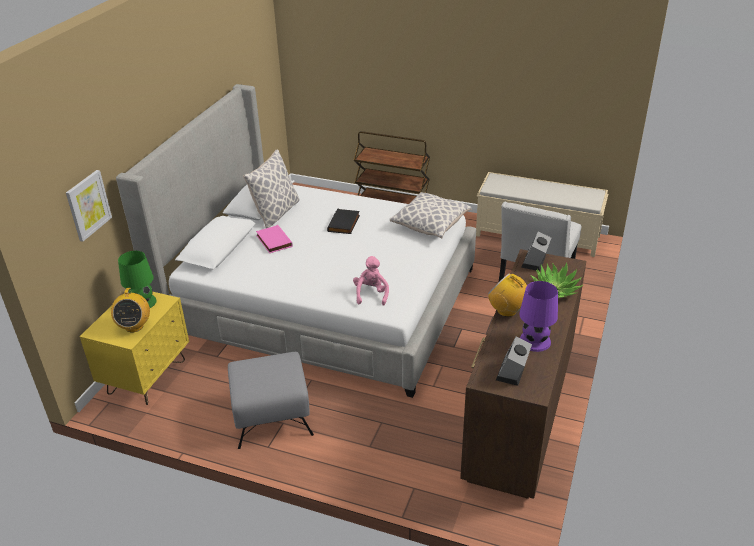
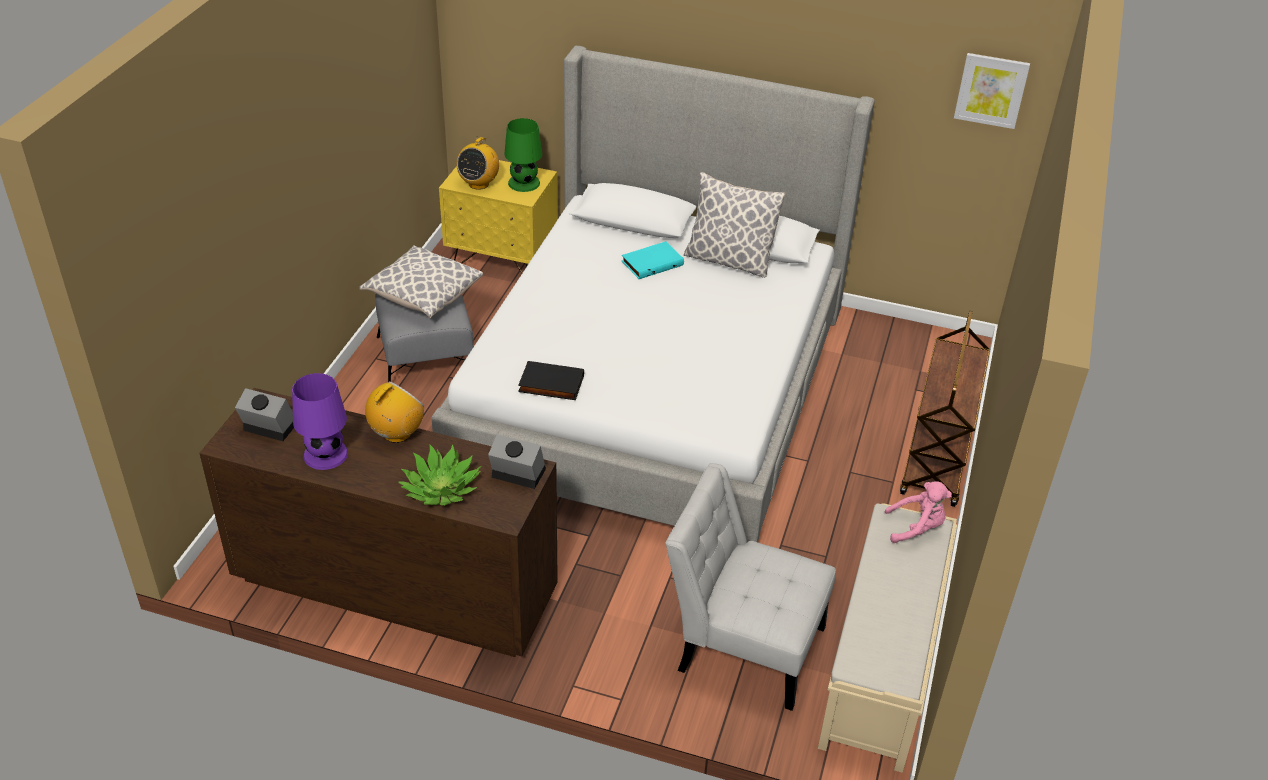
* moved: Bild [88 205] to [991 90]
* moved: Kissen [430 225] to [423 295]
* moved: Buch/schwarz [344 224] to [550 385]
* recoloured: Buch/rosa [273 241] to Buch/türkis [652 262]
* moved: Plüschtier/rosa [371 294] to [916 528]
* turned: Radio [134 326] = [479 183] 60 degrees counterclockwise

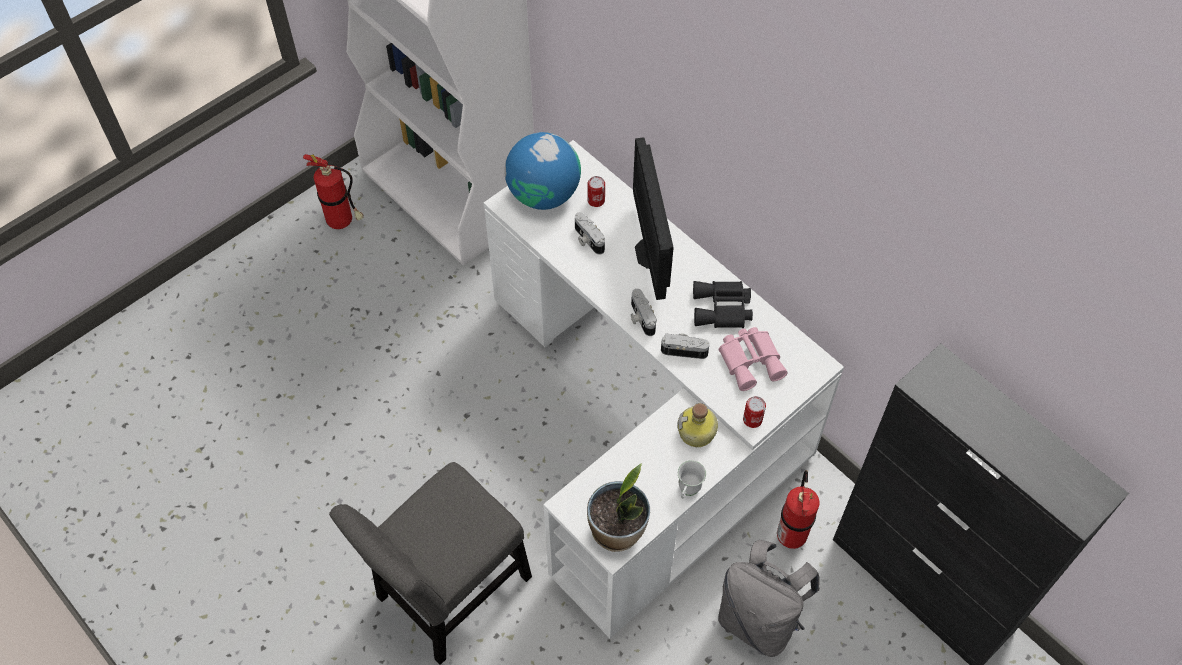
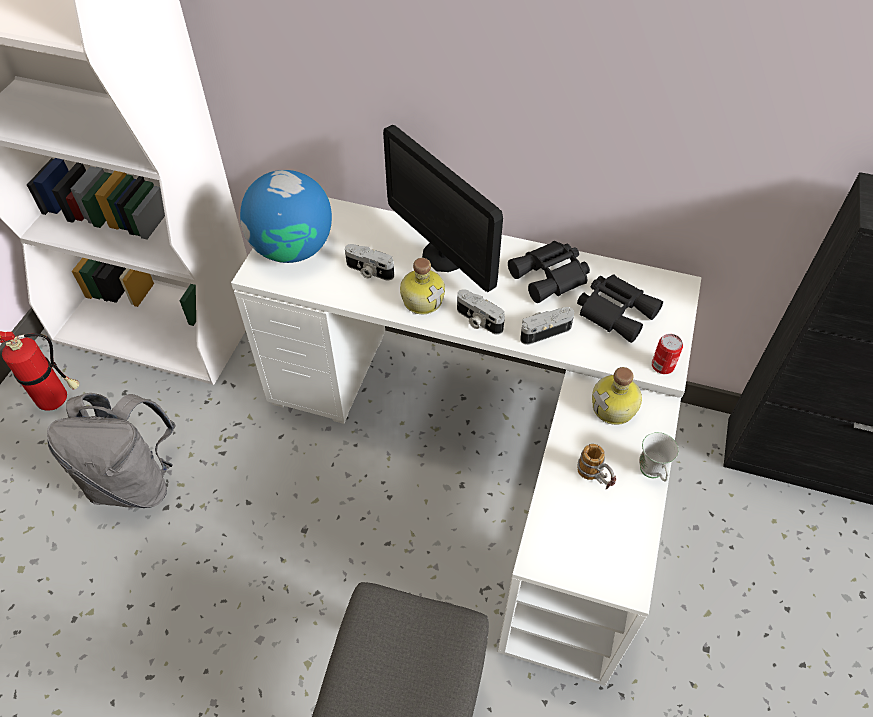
* removed: Dose [596 200]
* recoloured: Fernglas/rosa [751 360] to Fernglas/schwarz [615 310]
* removed: Topfpflanze [617 531]
* removed: Feuerlöscher [791 533]
* moved: Rucksack/grau [759 619] to [136 482]
* added: Flasche [422 299]
* added: Henkelbecher [595 478]

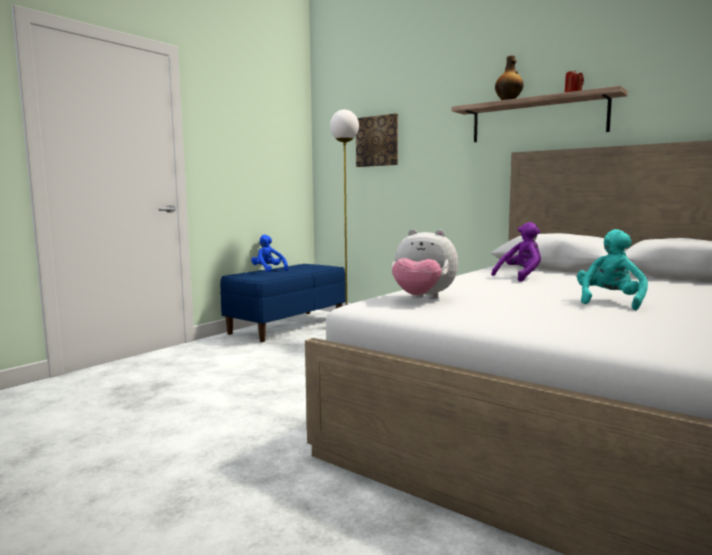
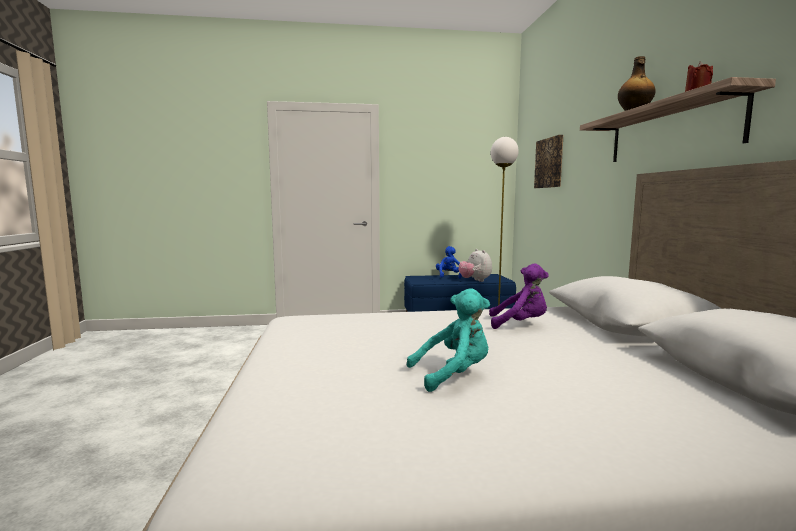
* moved: Plüschtier [422 299] to [475 280]

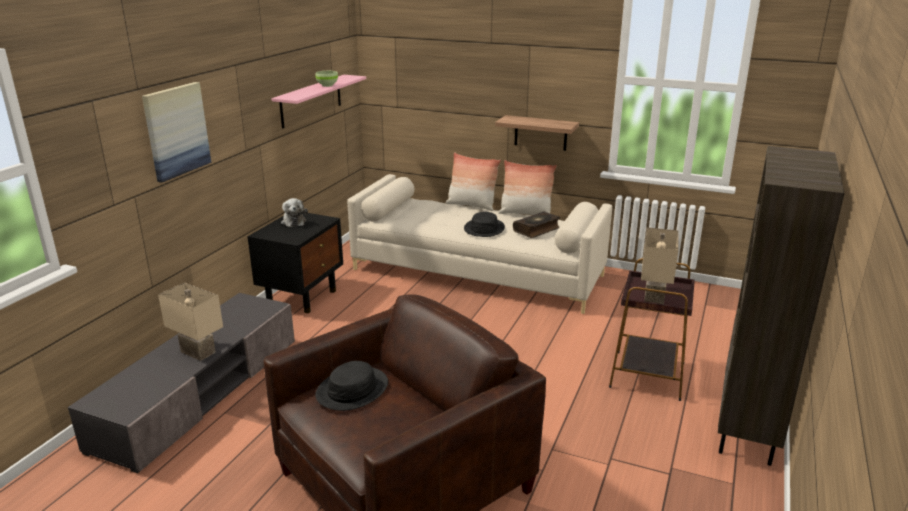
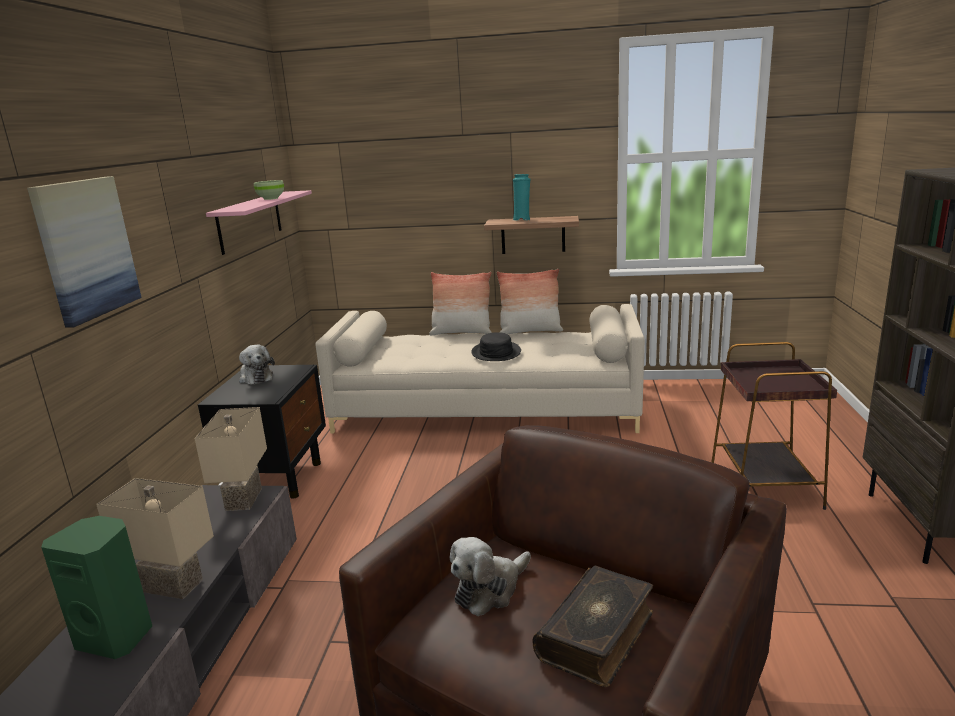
* moved: Buch [537 230] to [597 635]
* moved: Tischlampe/beige [652 297] to [242 499]
* replaced: Hut/schwarz [352 390] to Plüschtier [489 589]
* added: Vase/türkis [522 220]
* added: Lautsprecher/grün [117 636]

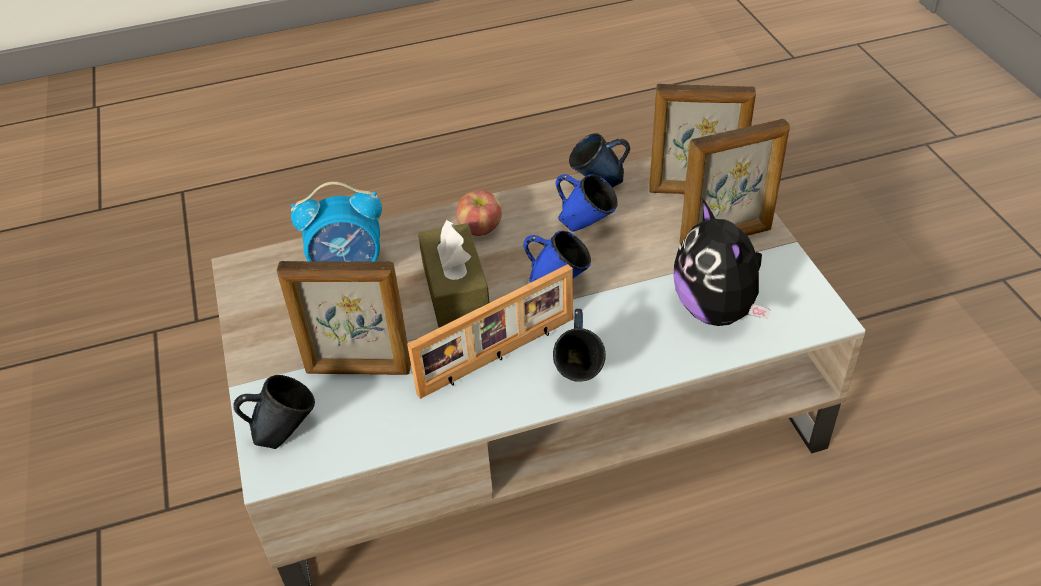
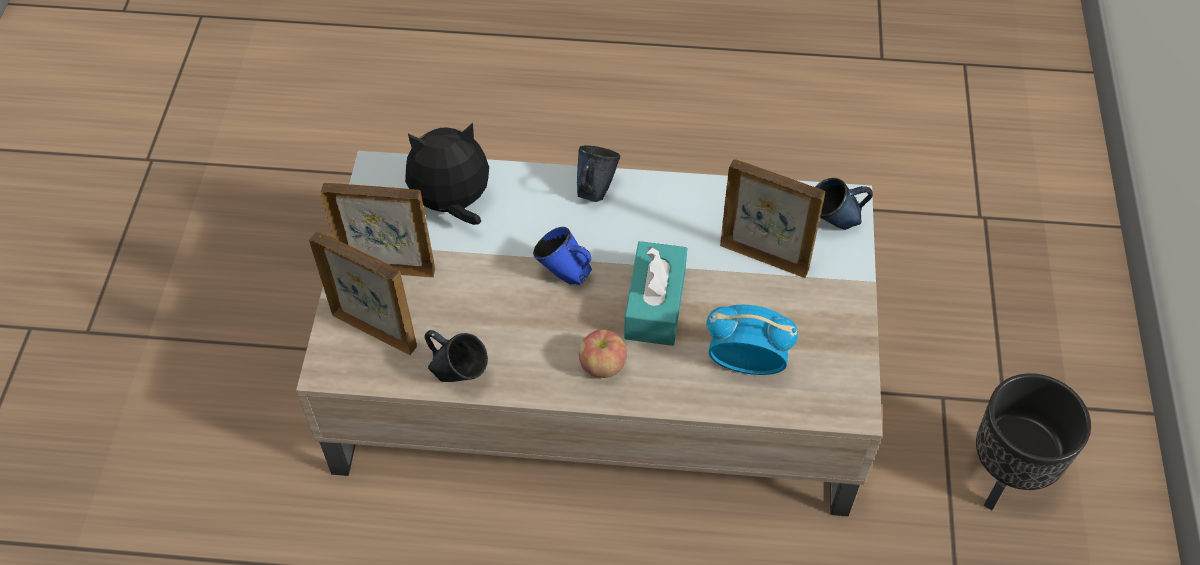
* removed: Henkelbecher/blau [585 226]
* turned: Plüschtier [717 310] = [452 205] 105 degrees counterclockwise
* recoloured: Taschentuchbox/braun [455 289] to Taschentuchbox/türkis [655 304]
* removed: Bilderrahmen [498 357]
* added: Pflanzkübel/schwarz [1004 478]

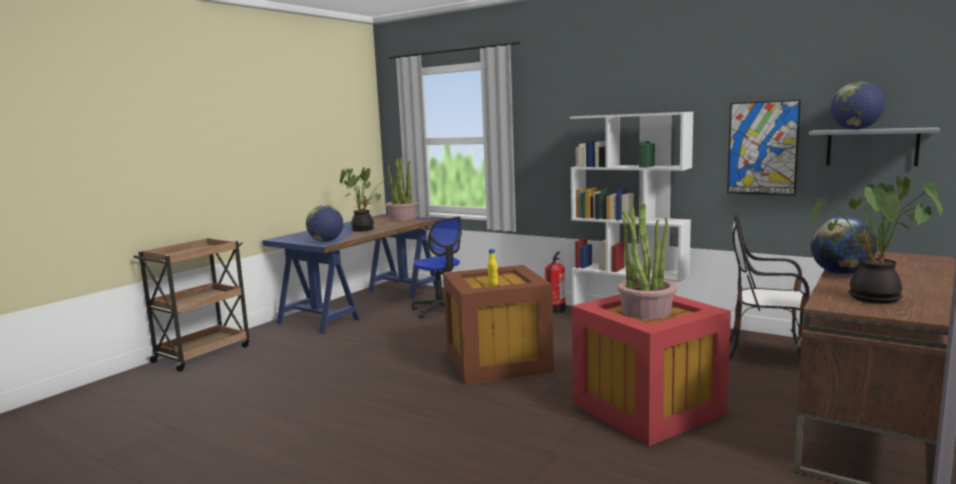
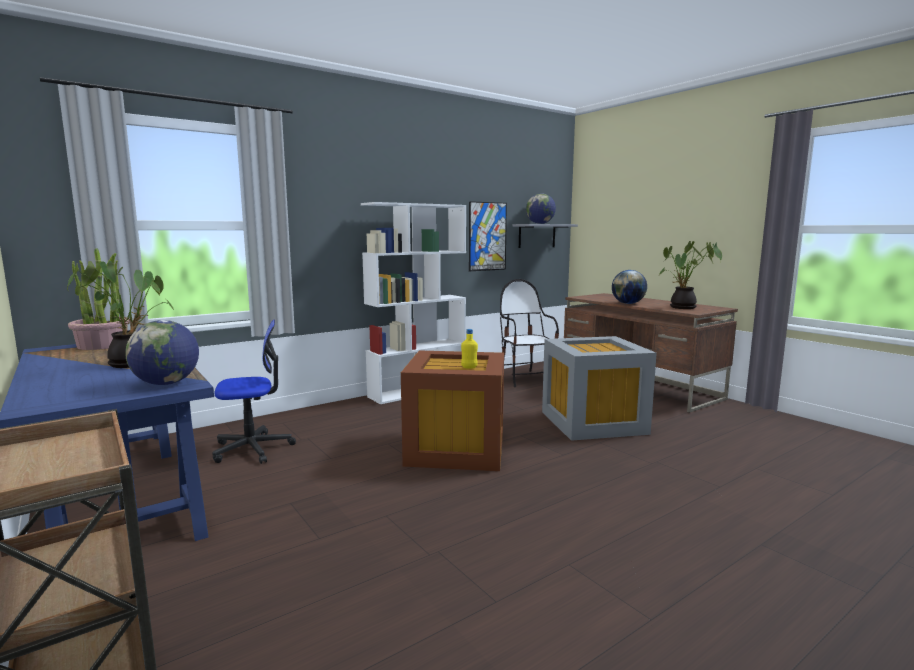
* removed: Topfpflanze [646 311]
* turned: Stuhl [766 353] = [526 379] 120 degrees clockwise
* removed: Feuerlöscher [555 310]
* recoloured: Aufbewahrungsbox/rot [650 409] to Aufbewahrungsbox/grau [593 422]

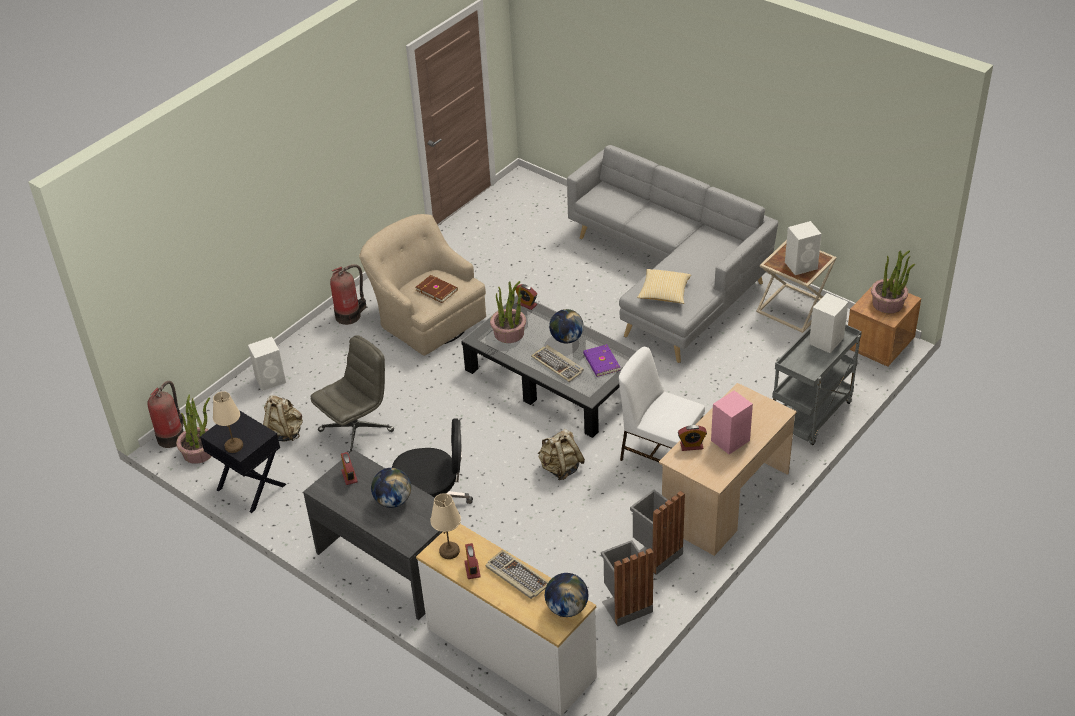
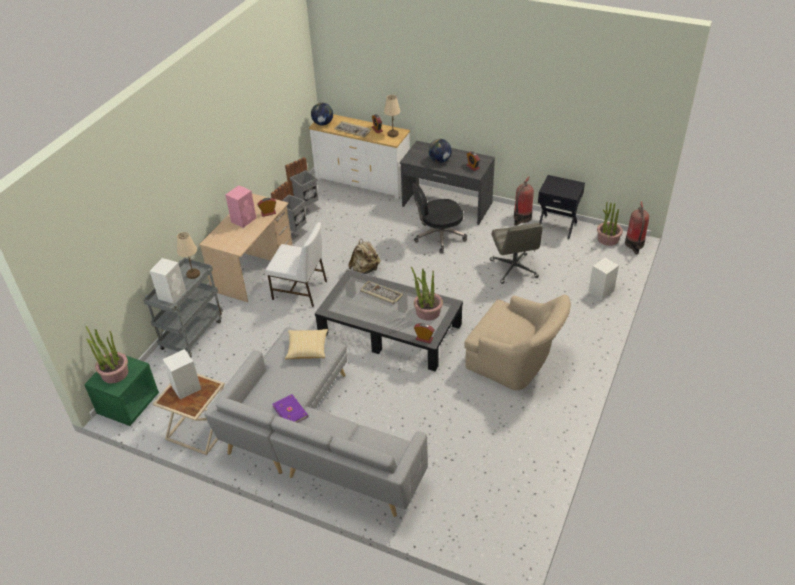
* moved: Feuerlöscher [350 315] to [521 218]
* removed: Buch/braun [437 290]
* recoloured: Nachttisch/braun [879 345] to Nachttisch/grün [129 404]
* removed: Globus [566 339]
* turned: Bürostuhl/grau [357 430] = [514 269] 45 degrees counterclockwise
* moved: Buch/lila [601 362] to [291 411]
* moved: Tischlampe/beige [234 446] to [192 274]
* removed: Rucksack/beige [285 432]

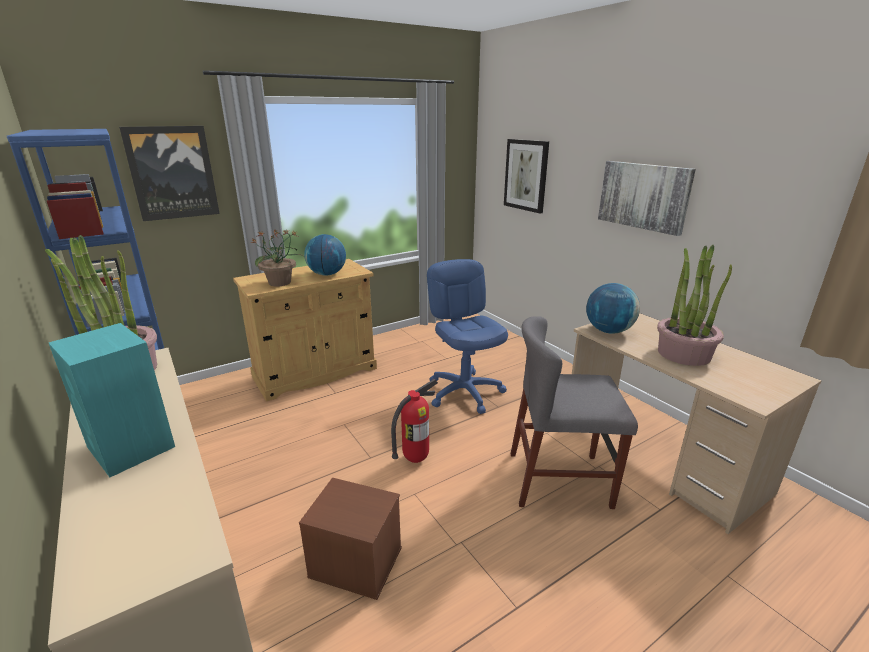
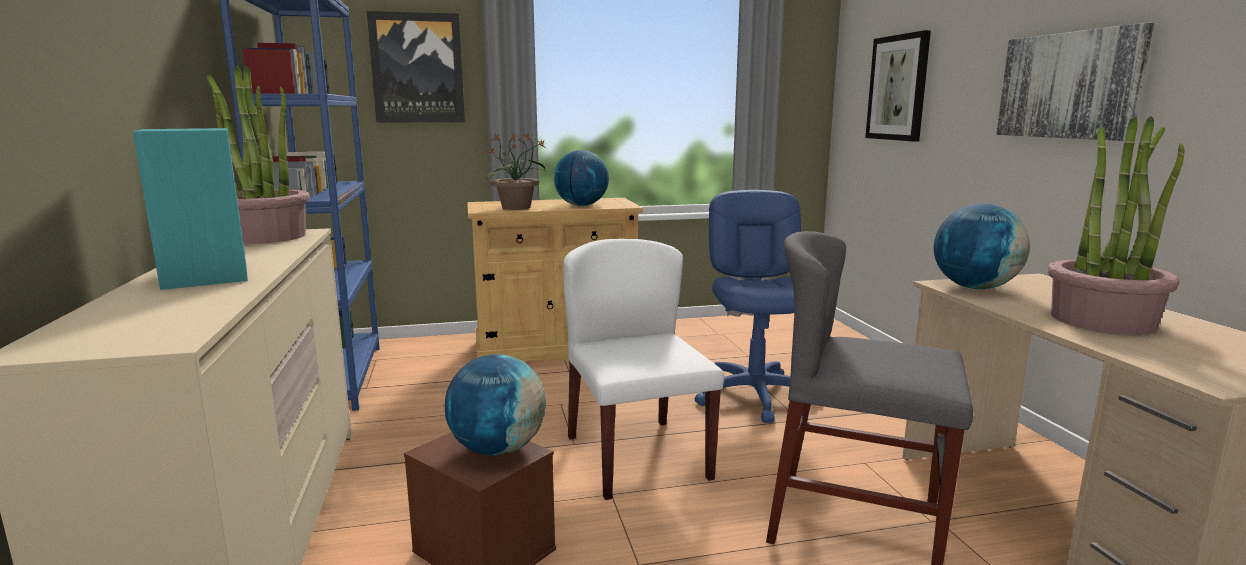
* replaced: Feuerlöscher [415 458] to Stuhl/weiß [636 456]
* added: Globus [497 449]

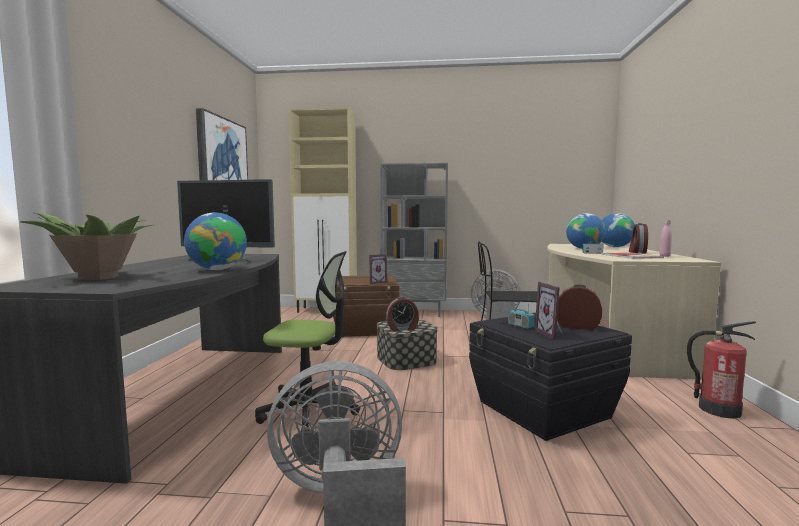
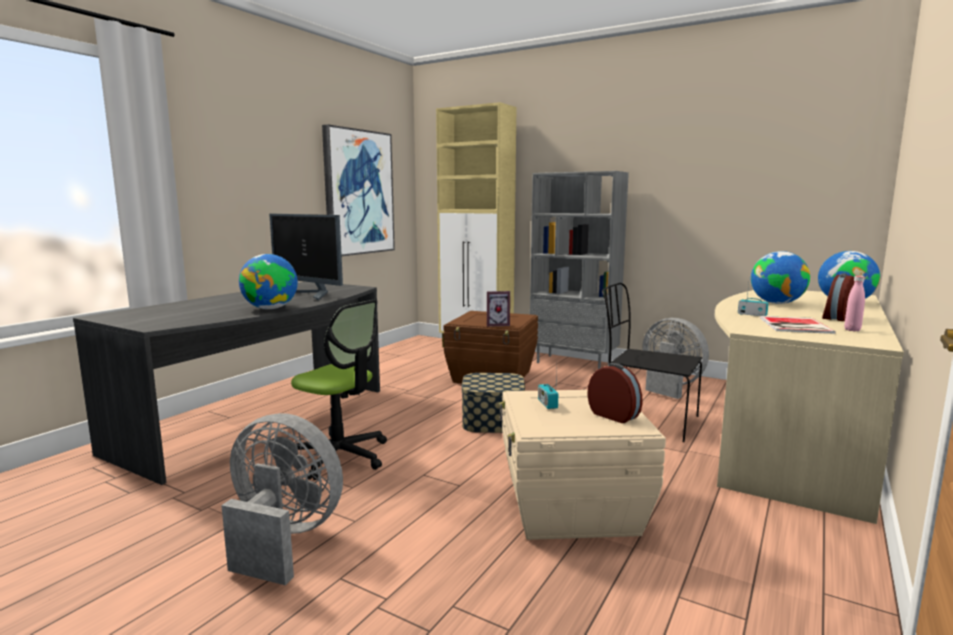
* removed: Topfpflanze [98 277]
* removed: Bilderrahmen [552 334]
* removed: Wecker [402 328]
* recoloured: Aufbewahrungsbox/schwarz [543 410] to Aufbewahrungsbox/beige [571 508]
* removed: Feuerlöscher [718 410]

